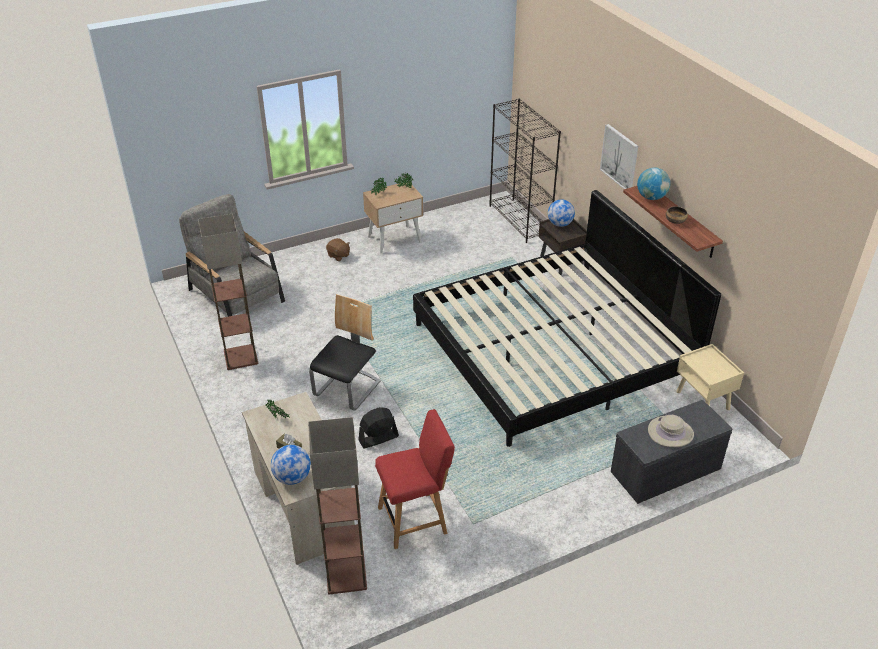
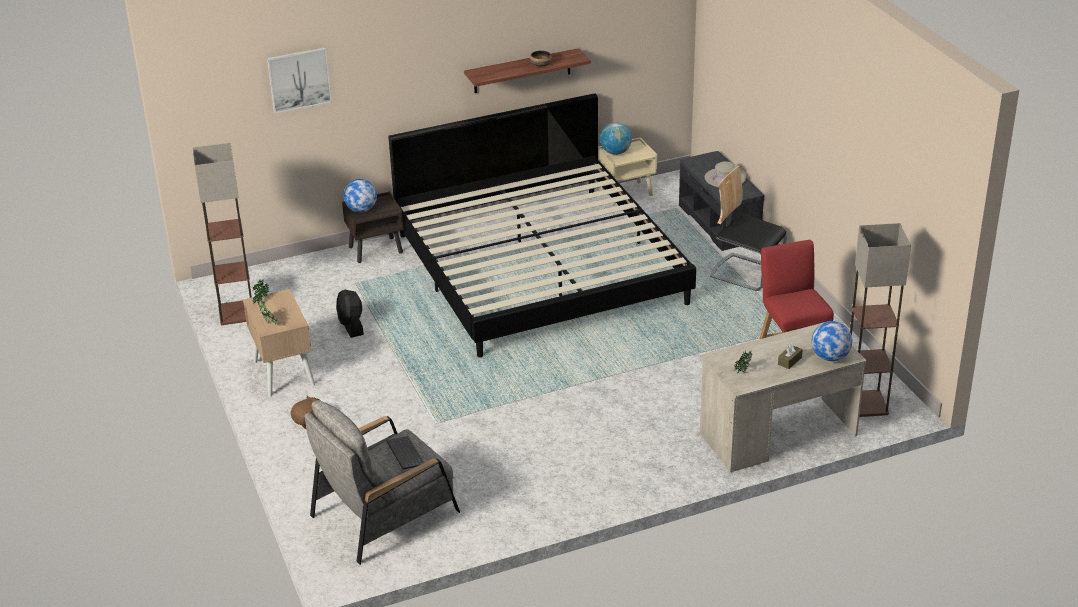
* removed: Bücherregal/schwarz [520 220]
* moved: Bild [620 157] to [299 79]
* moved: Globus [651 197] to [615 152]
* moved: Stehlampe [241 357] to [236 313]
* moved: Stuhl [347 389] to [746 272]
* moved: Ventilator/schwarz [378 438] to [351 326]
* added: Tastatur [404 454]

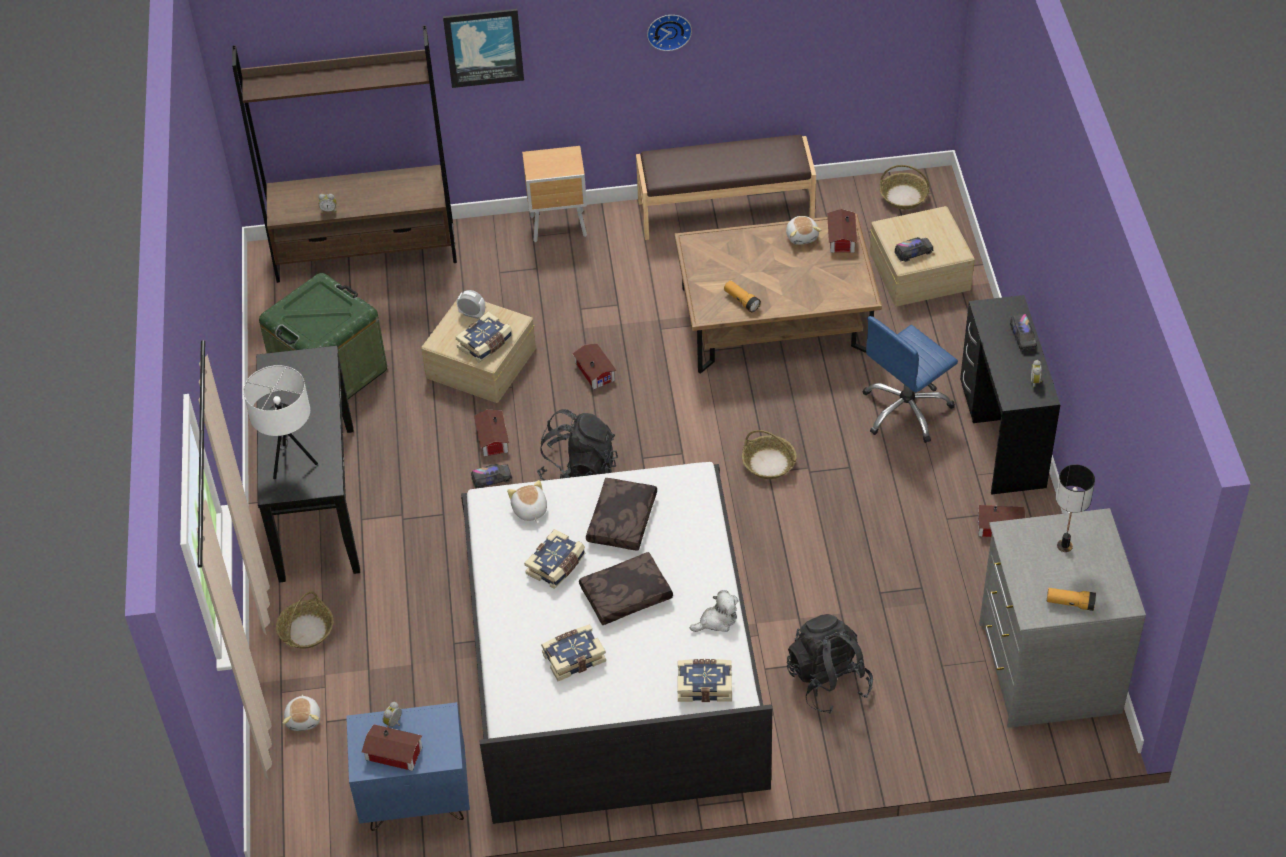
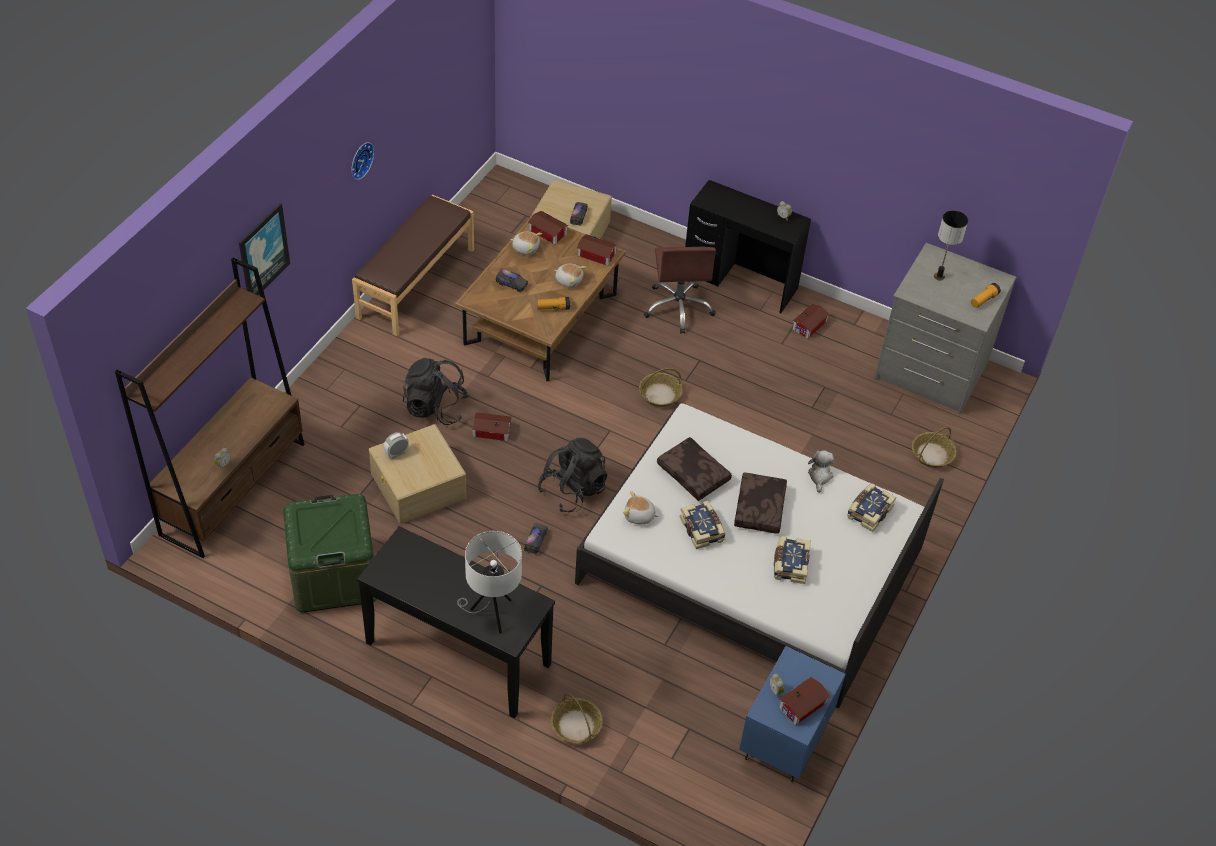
* removed: Nachttisch/braun [560 227]
* moved: Korb [903 196] to [932 455]
* removed: Buch [486 344]
* moved: Spielzeuglaster [1022 338] to [511 284]
* recoloured: Bürostuhl/blau [906 410] to Bürostuhl/braun [678 308]
* moved: Spielzeughaus [491 440] to [597 255]
* moved: Rucksack/schwarz [828 681] to [435 408]
* moved: Plüschtier [304 719] to [569 280]

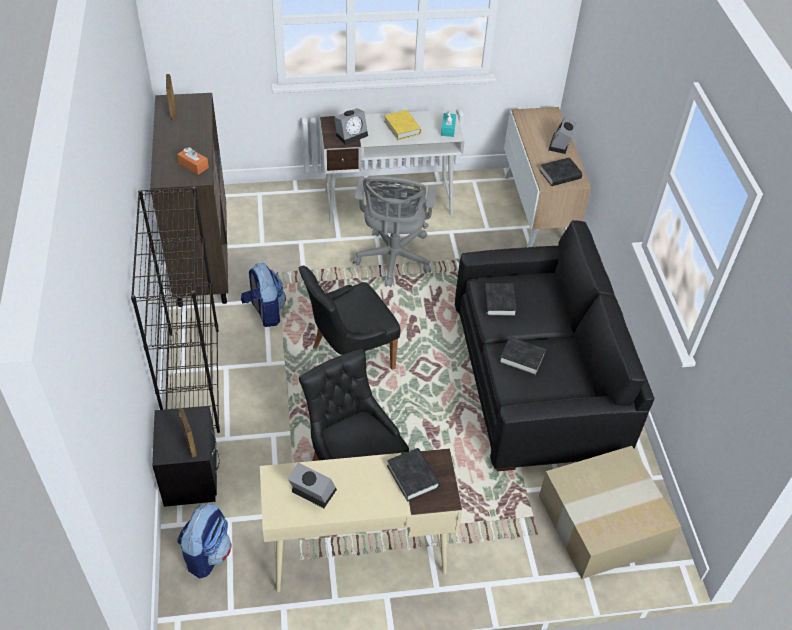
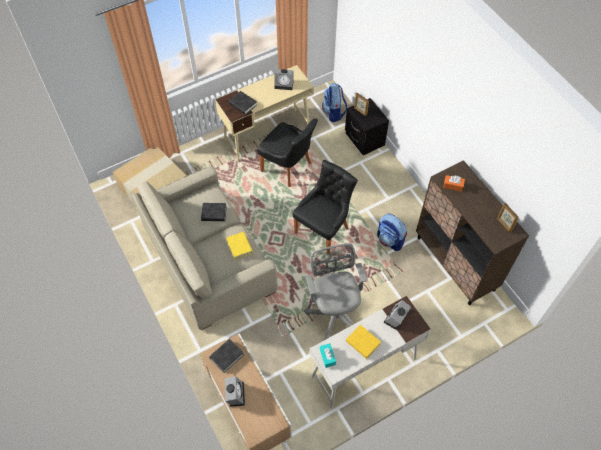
* removed: Bücherregal/schwarz [193 380]
* recoloured: Sofa/schwarz [538 378] to Sofa/beige [207 258]
* recoloured: Buch/schwarz [499 302] to Buch/gelb [239 246]

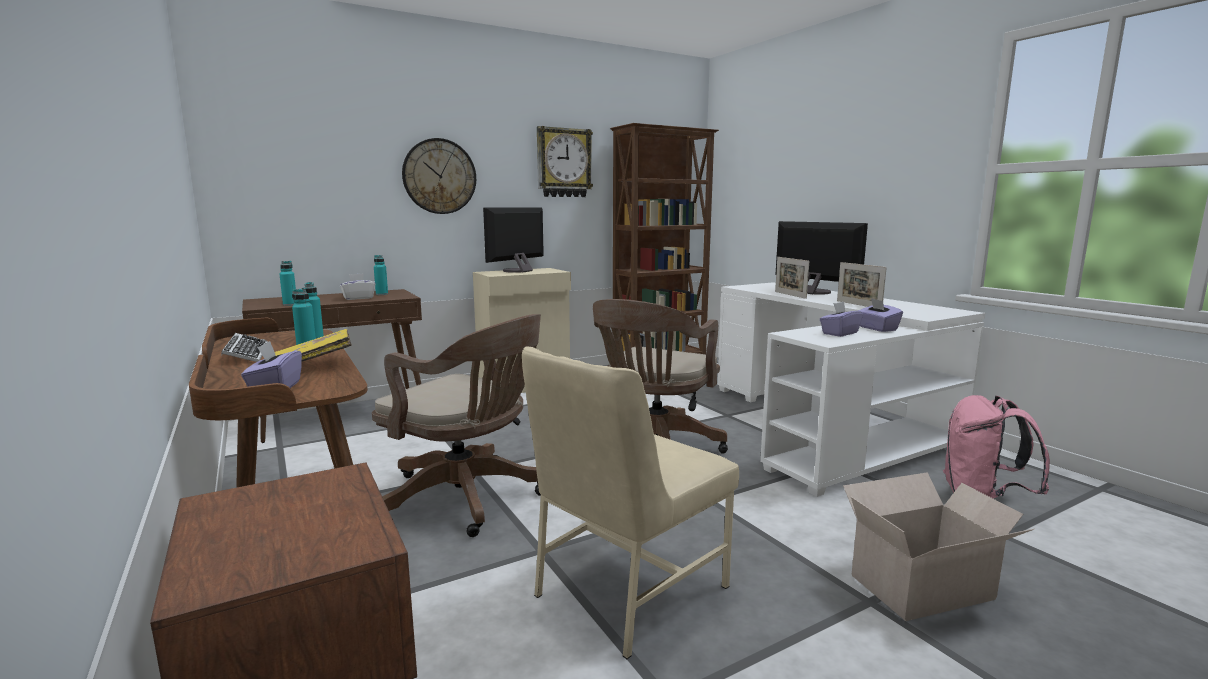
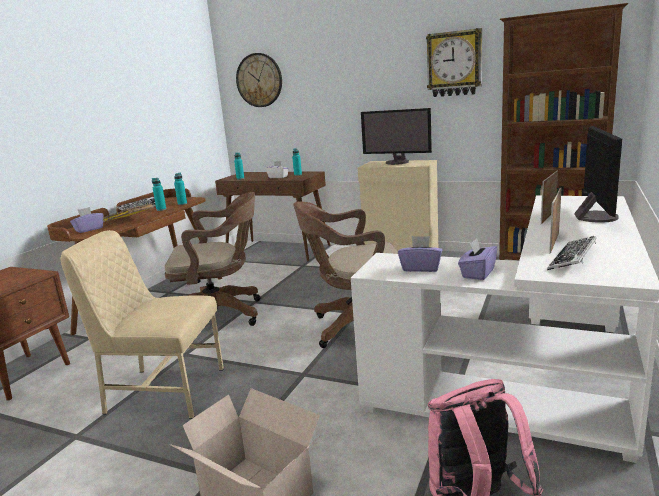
* moved: Wanduhr [439 176] to [259 80]
* turned: Monitor [517 271] = [397 162] 150 degrees counterclockwise
* turned: Bürostuhl/braun [468 499] = [221 315] 90 degrees counterclockwise
* added: Tastatur [573 259]

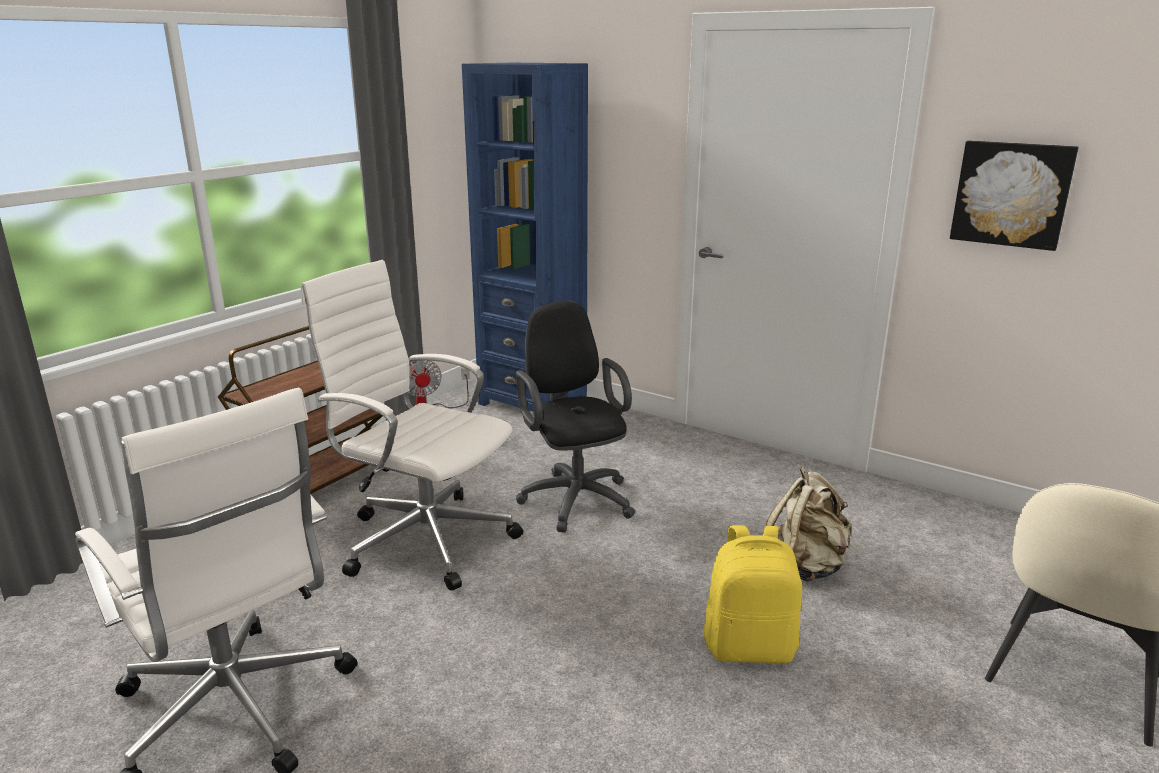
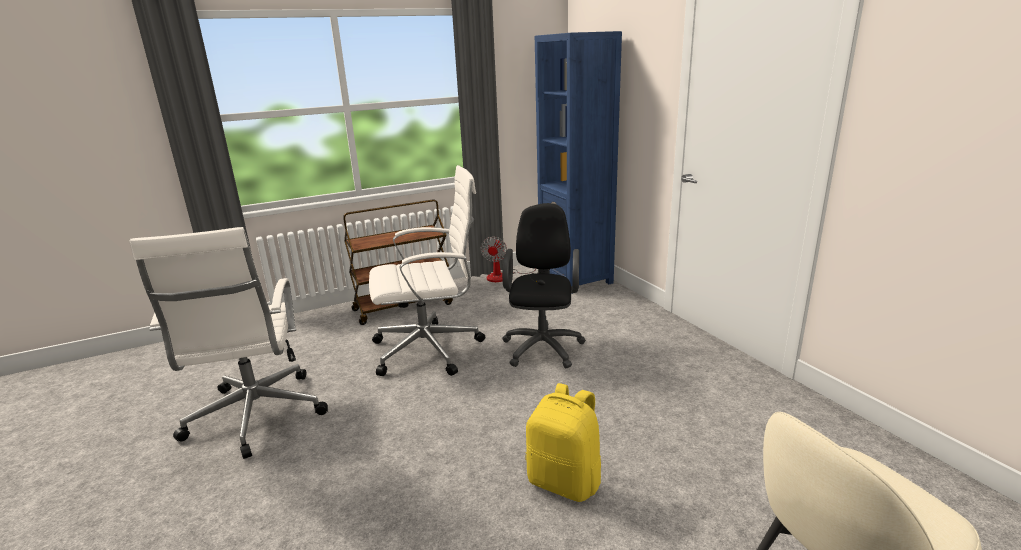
* removed: Bild [1011 194]
* turned: Bürostuhl/weiß [424 538] = [430 349] 105 degrees clockwise
* removed: Rucksack/beige [807 566]

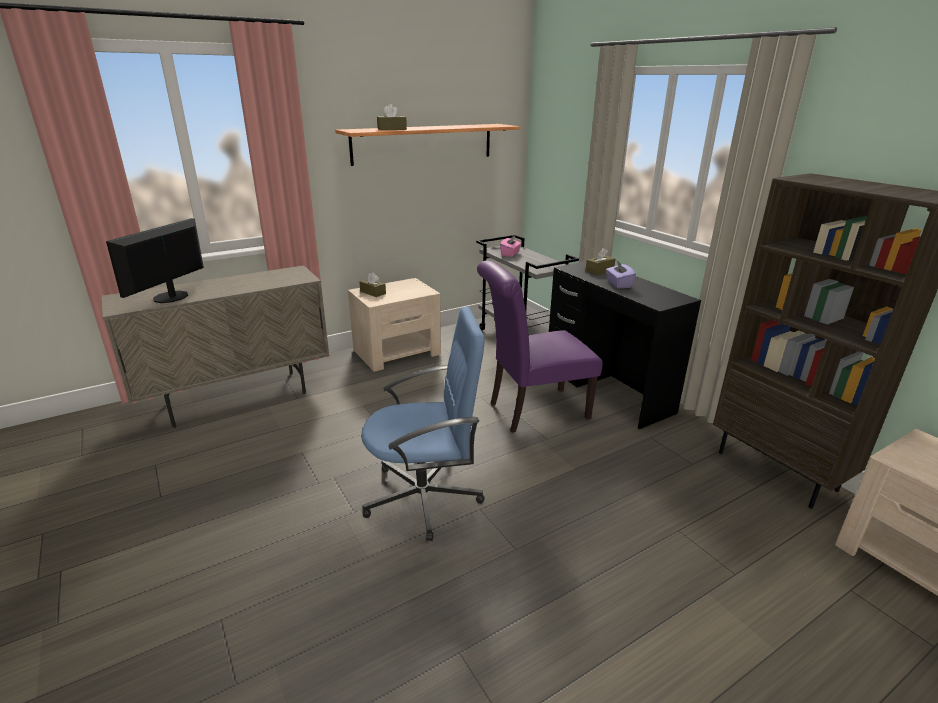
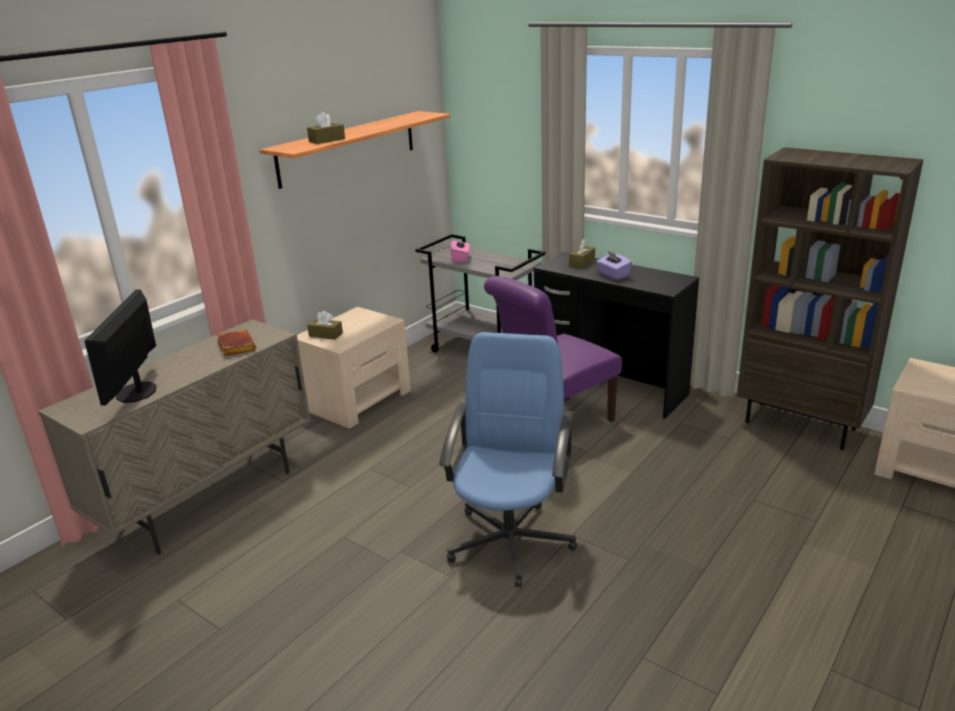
* turned: Bürostuhl/blau [425 497] = [511 540] 45 degrees counterclockwise
* added: Buch/braun [235 346]

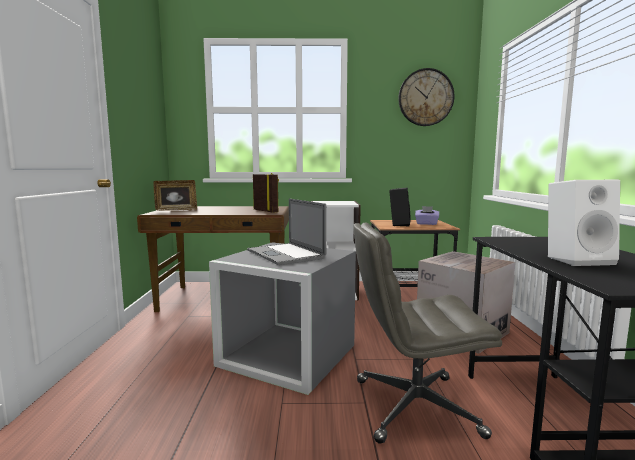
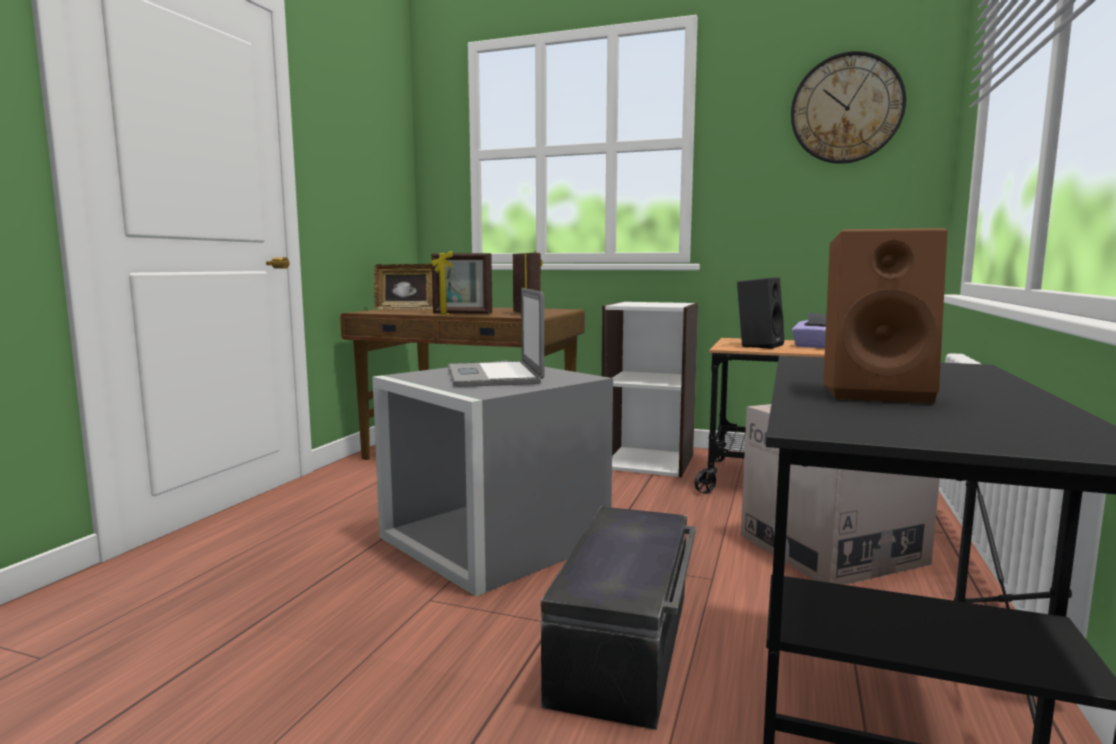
* recoloured: Lautsprecher/weiß [578 260] to Lautsprecher/braun [877 393]
* replaced: Bürostuhl/grau [414 407] to Aufbewahrungsbox/schwarz [626 645]
* added: Bilderrahmen [462 314]

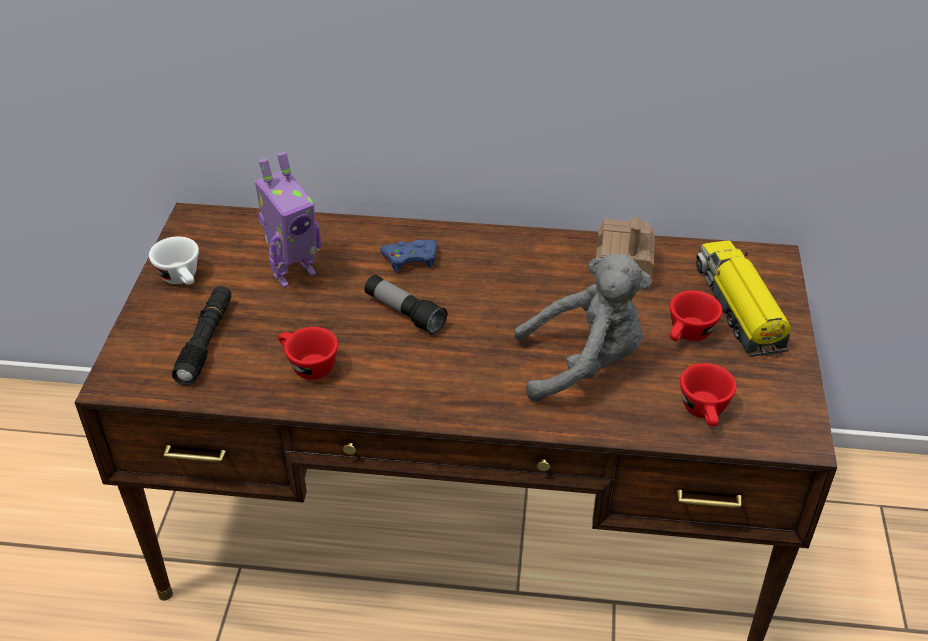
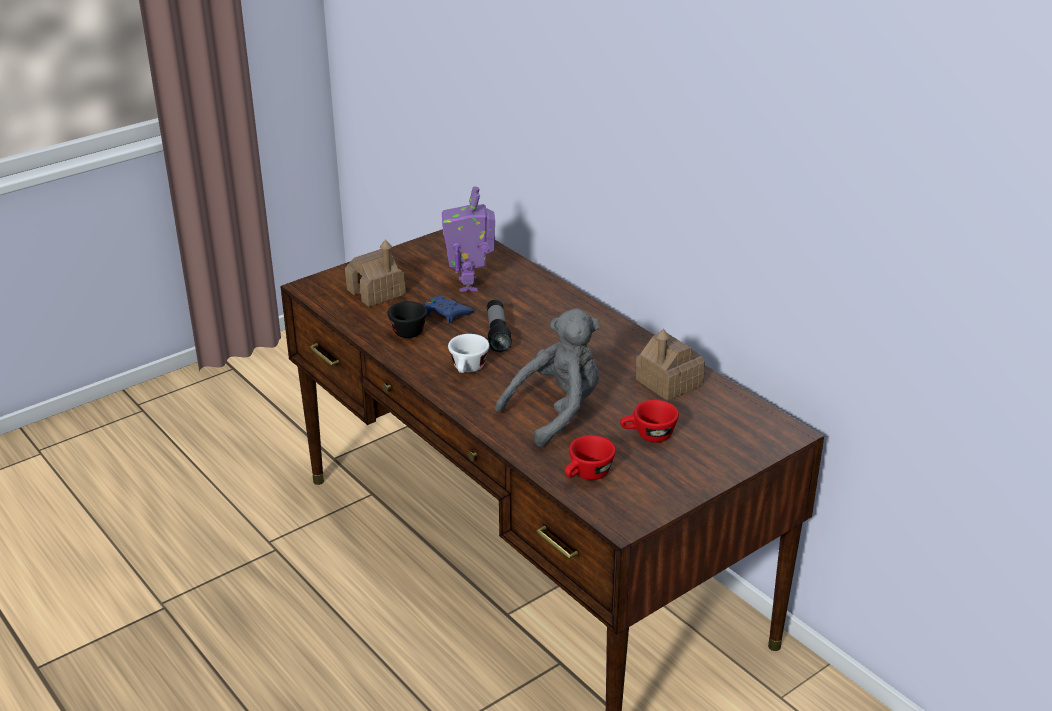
* turned: Spielzeugroboter [293 273] = [470 284] 75 degrees clockwise
* moved: Tasse/weiß [182 278] to [468 369]
* moved: Gamepad/blau [410 259] to [446 313]
* removed: Spielzeuglaster [739 309]
* turned: Plüschtier/grau [584 364] = [557 412] 75 degrees counterclockwise
* replaced: Taschenlampe/schwarz [206 341] to Spielzeughaus [376 292]
* recoloured: Tasse/rot [307 366] to Tasse/schwarz [407 329]

